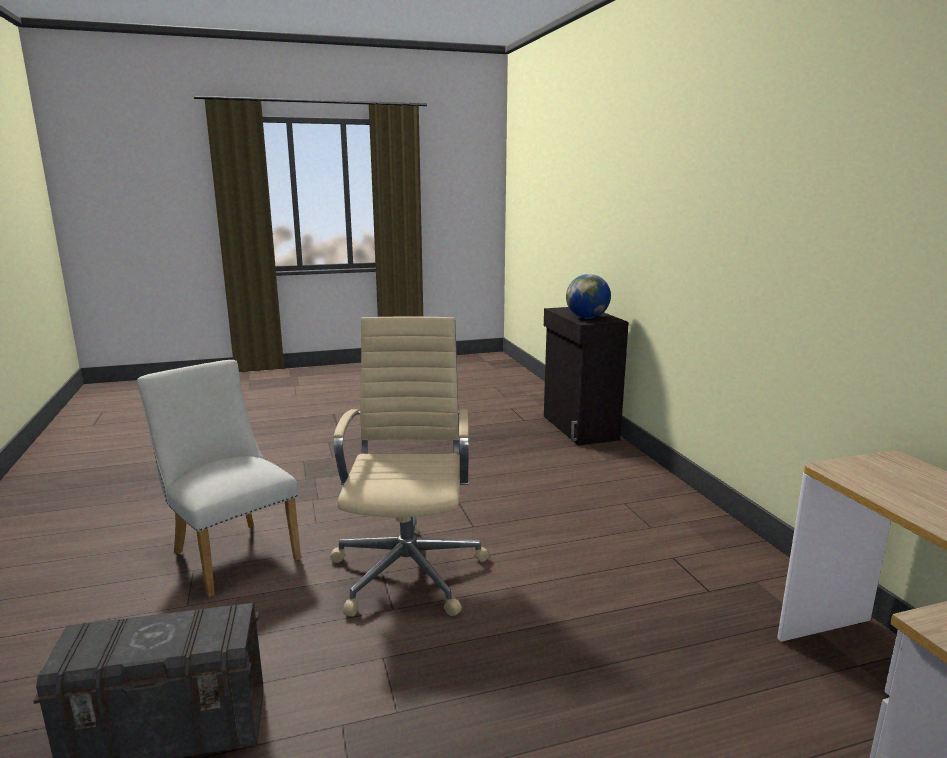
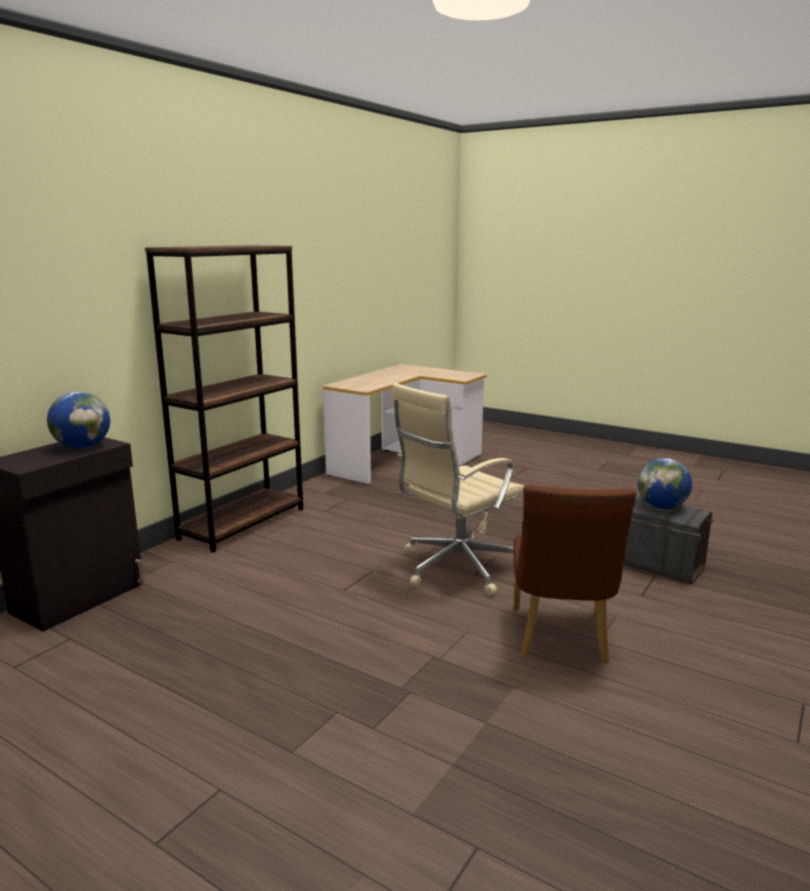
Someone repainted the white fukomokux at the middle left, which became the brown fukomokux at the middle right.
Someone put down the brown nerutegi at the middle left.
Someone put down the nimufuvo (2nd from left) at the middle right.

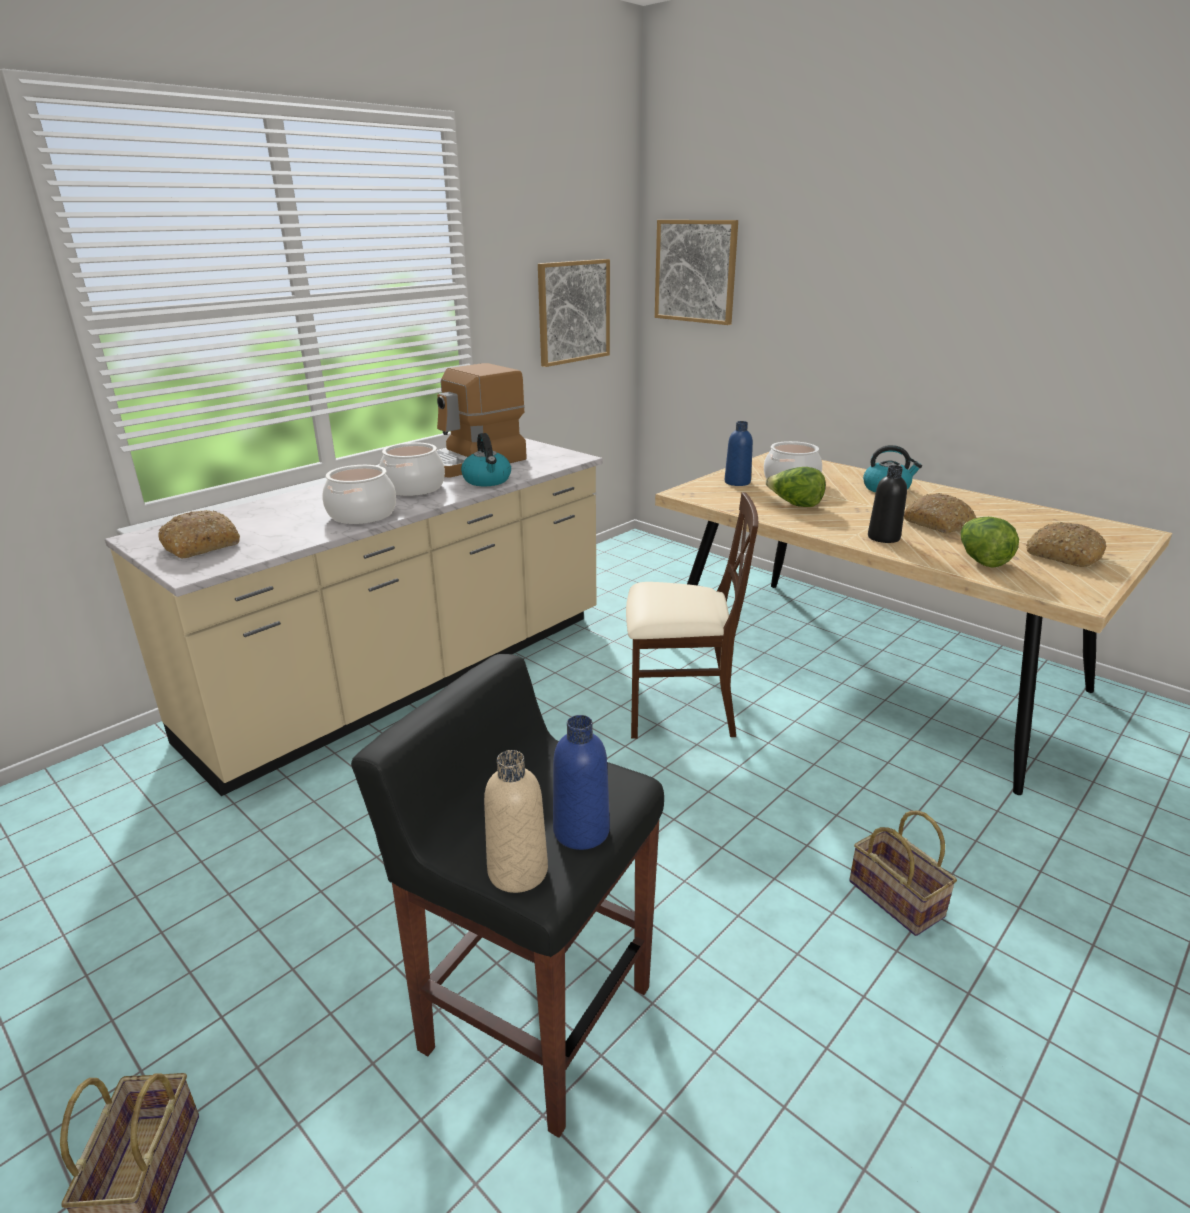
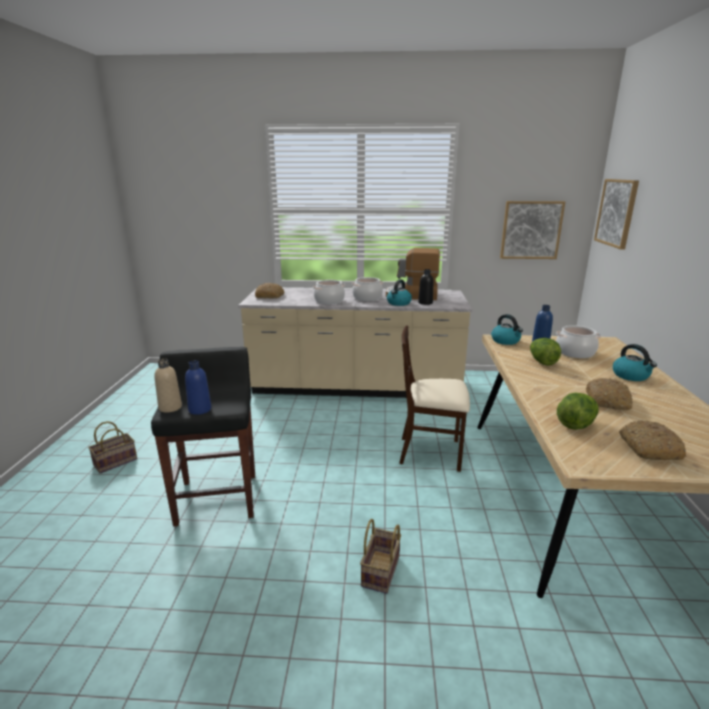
Someone rotated the beige fukomokux at the centre by 135 degrees clockwise.
Someone carried the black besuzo from the middle right to the centre.
Someone put down the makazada (2nd from left) at the middle right.

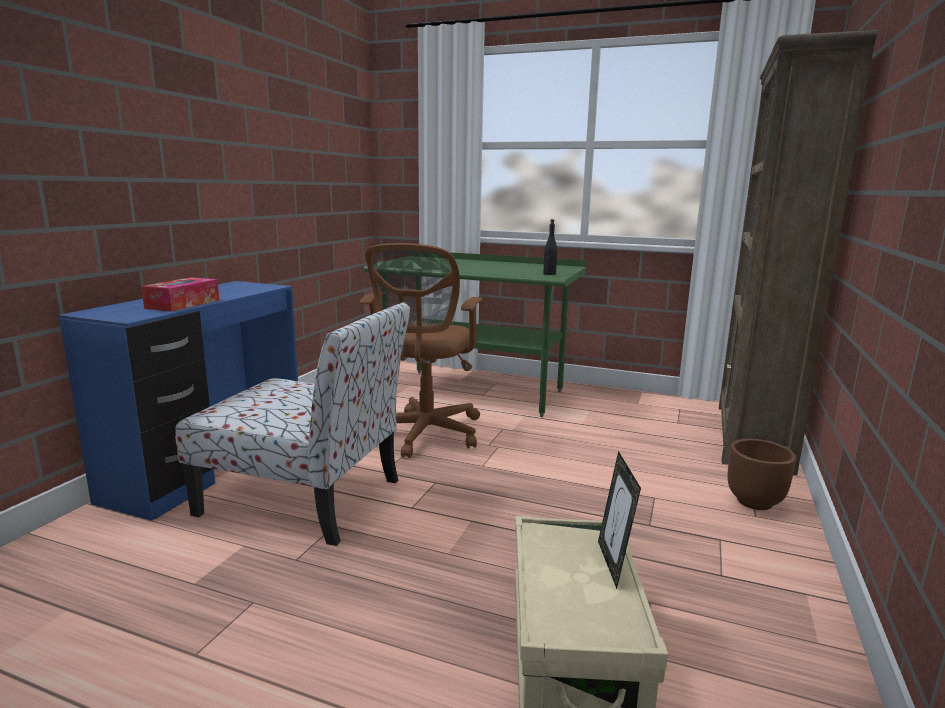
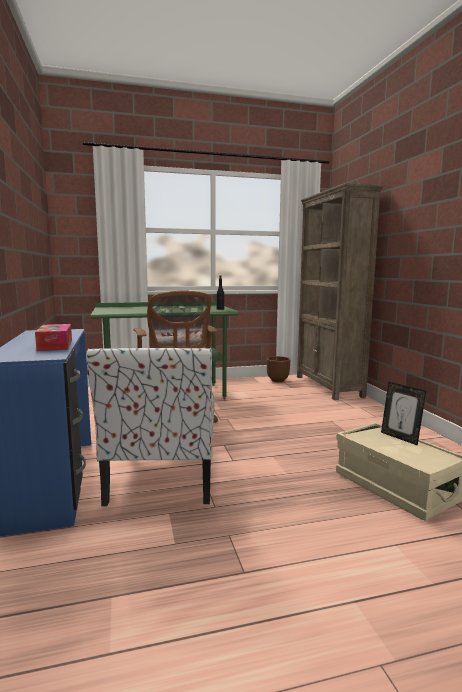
Someone rotated the fukomokux at the middle left by 105 degrees clockwise.
Someone carried the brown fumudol from the bottom right to the centre.

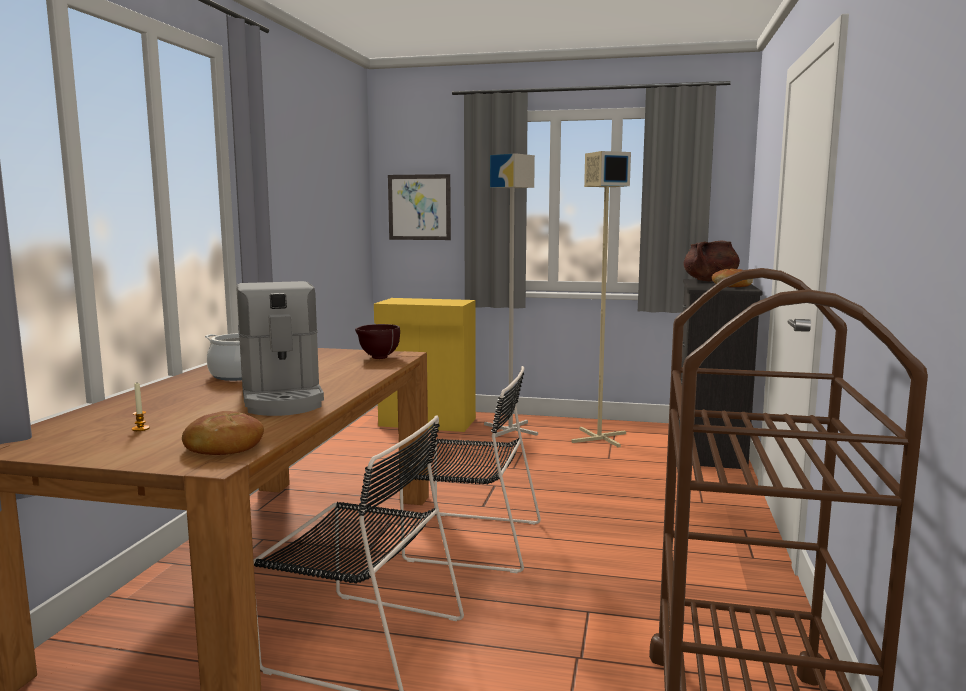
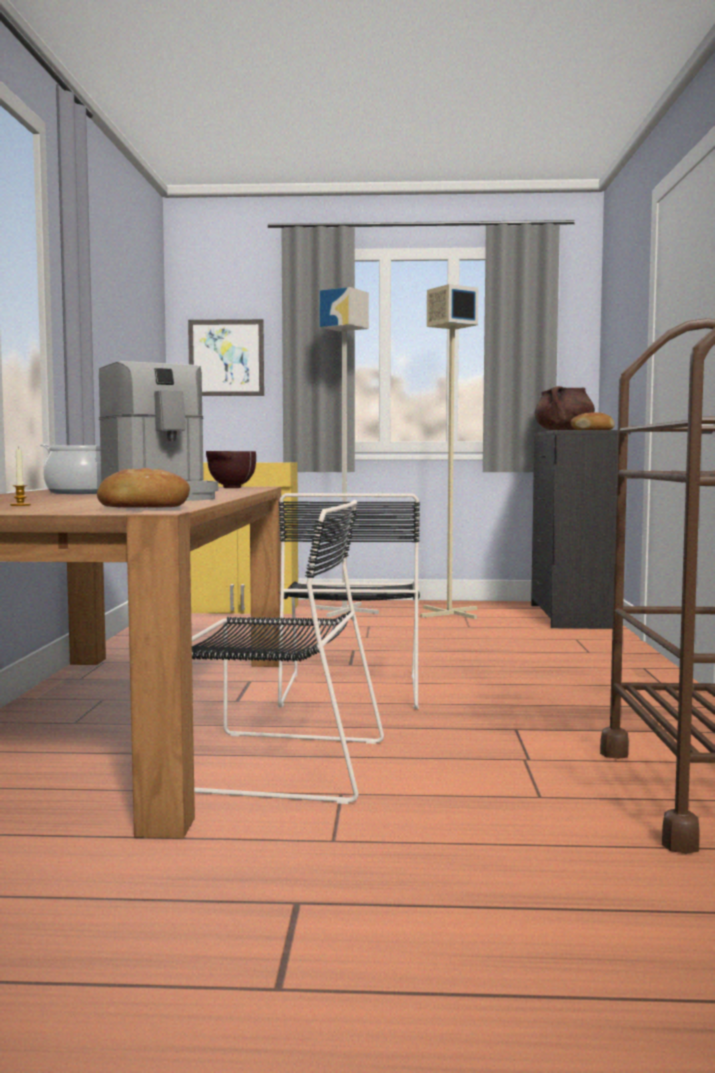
Someone rotated the black fukomokux (2nd from left) at the bottom centre by 90 degrees clockwise.

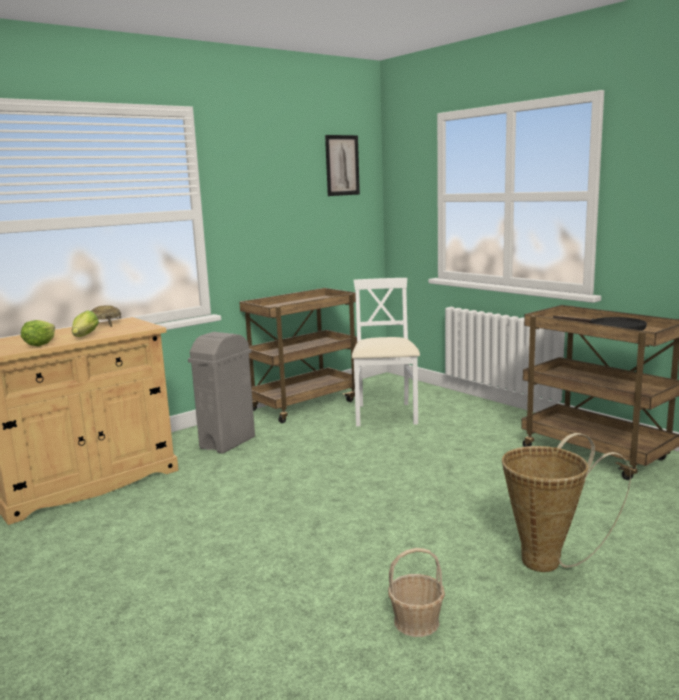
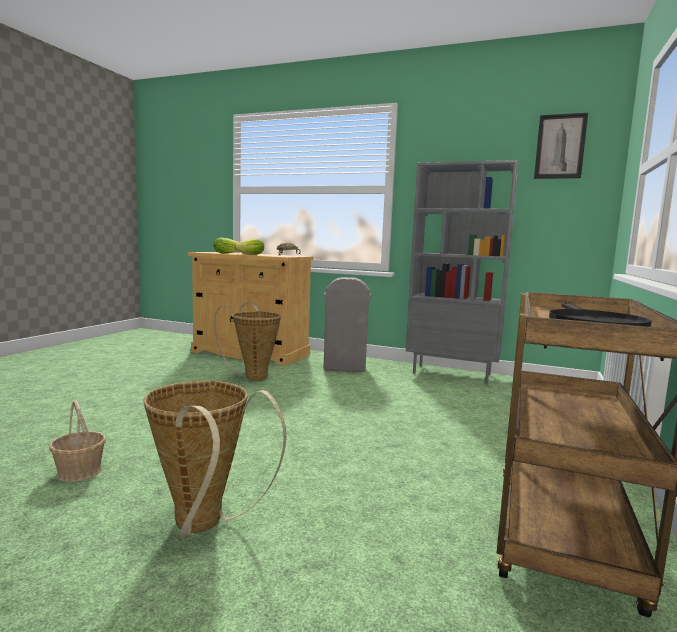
Someone swapped the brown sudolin (1st from left) at the centre for the grey nerutegi at the middle right.
Someone took away the white fukomokux at the centre.
Someone put down the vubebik (3rd from left) at the centre.

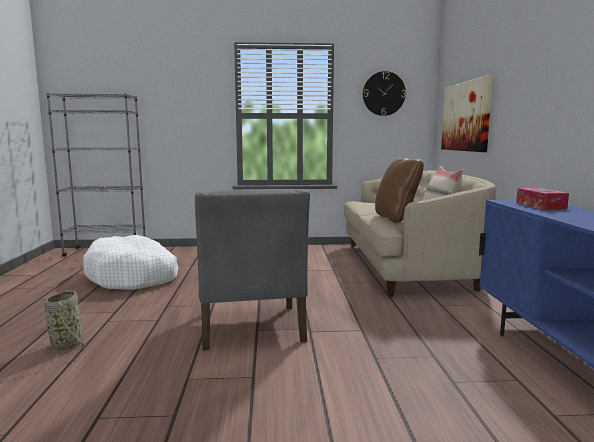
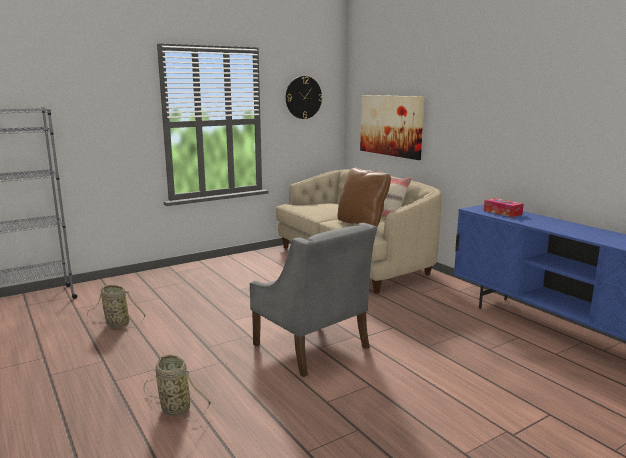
Someone swapped the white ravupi at the middle left for the vubebik (1st from left) at the bottom left.

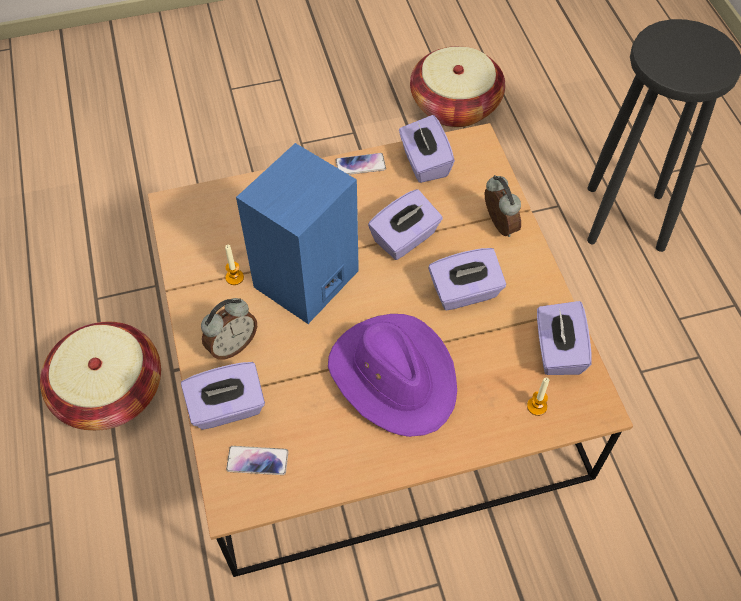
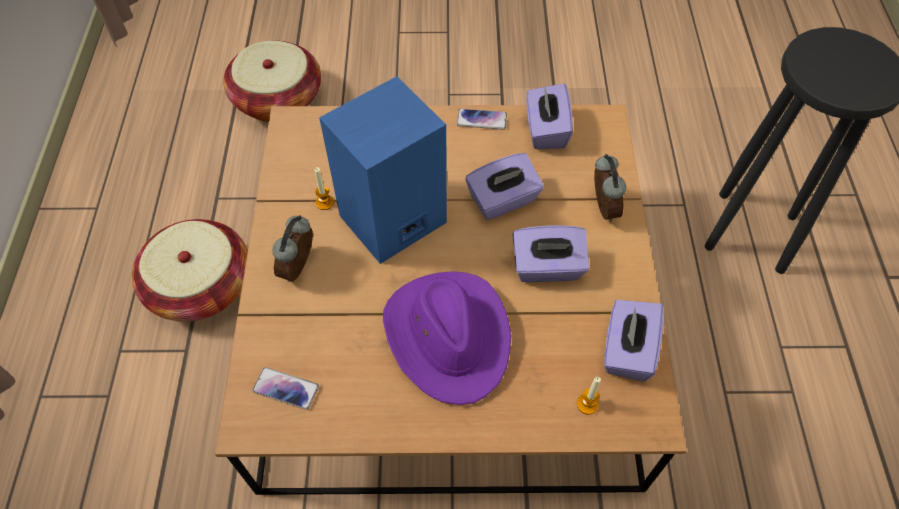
Someone took away the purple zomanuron (1st from left) at the middle left.
Someone rotated the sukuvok (1st from left) at the middle left by 135 degrees clockwise.
Someone carried the vubebik (2nd from left) from the top centre to the top left.

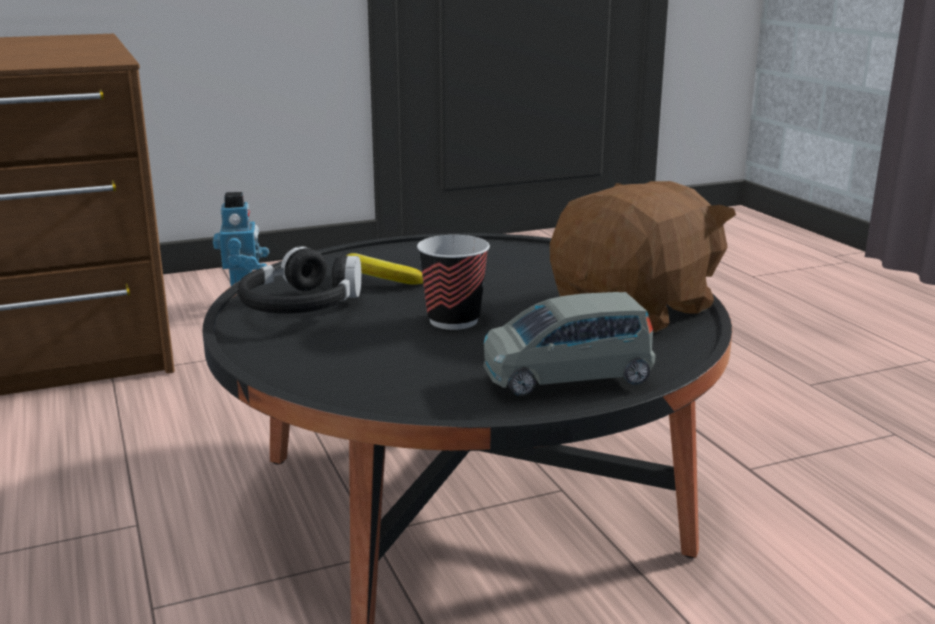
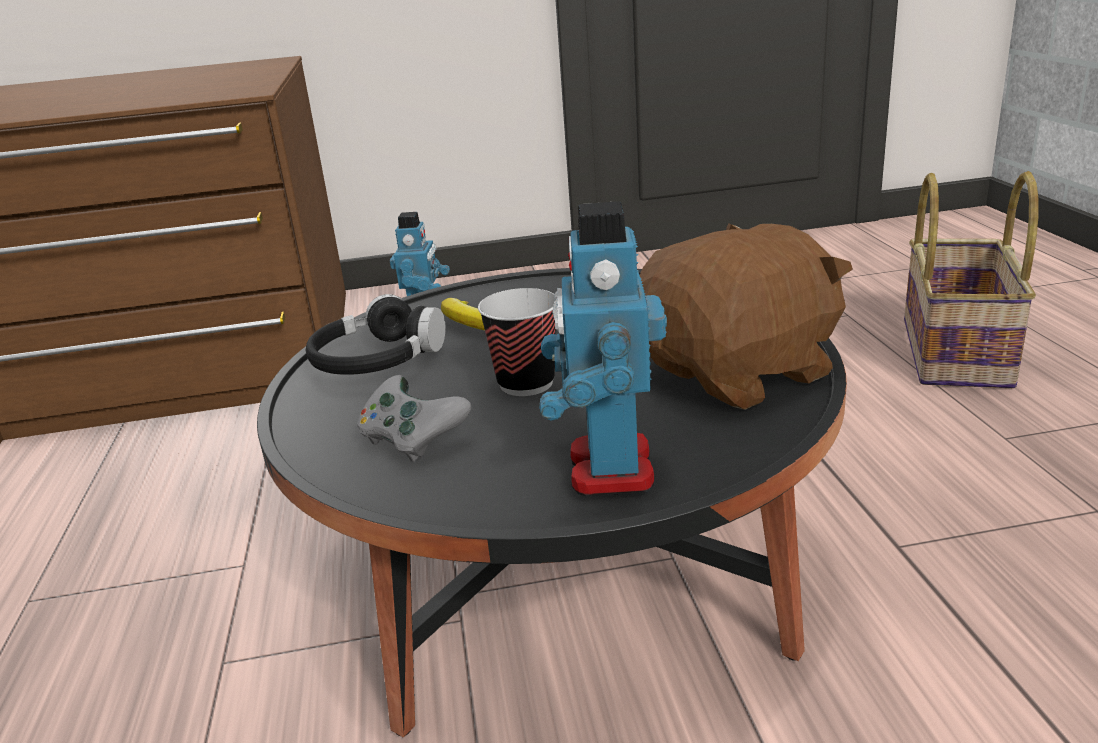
Someone swapped the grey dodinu at the centre for the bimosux (2nd from left) at the centre.
Someone put down the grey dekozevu at the centre.
Someone put down the vubebik at the middle right.

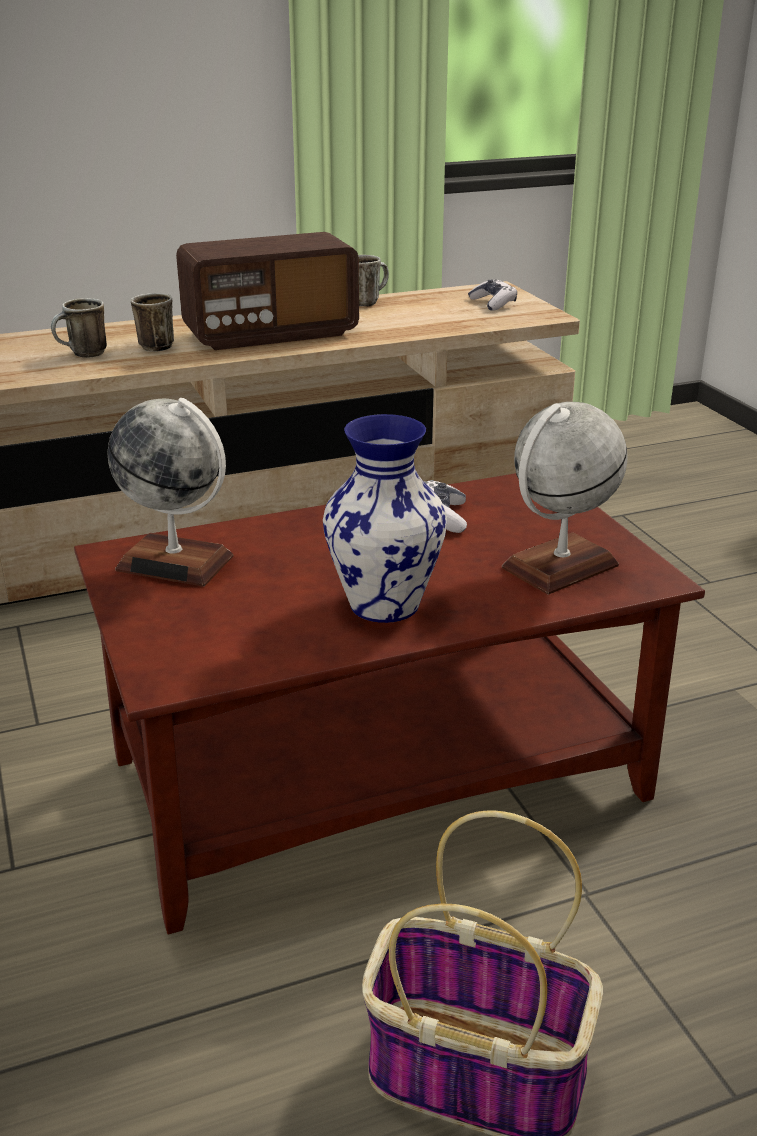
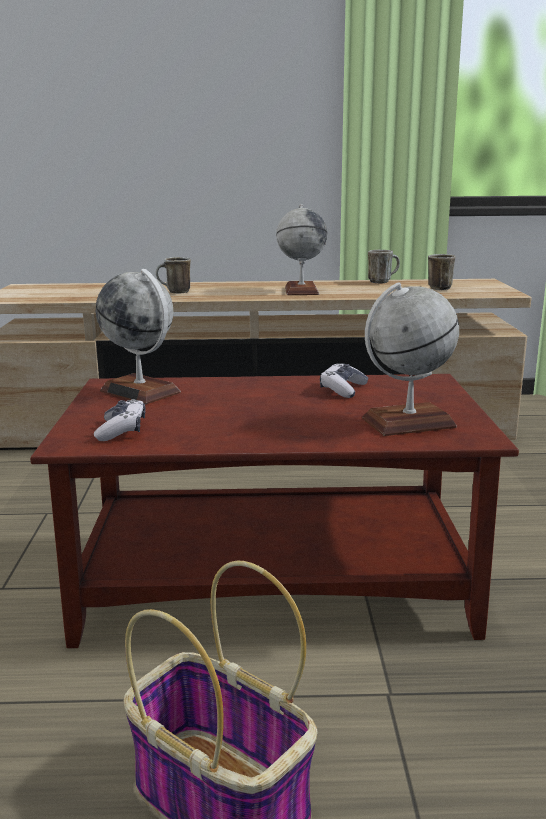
Someone carried the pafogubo (2nd from left in the first image) from the top left to the top right.
Someone swapped the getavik at the top centre for the nimufuvo (2nd from left) at the top centre.
Someone took away the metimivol at the centre.
Someone carried the dekozevu (2nd from left in the first image) from the top centre to the middle left.

